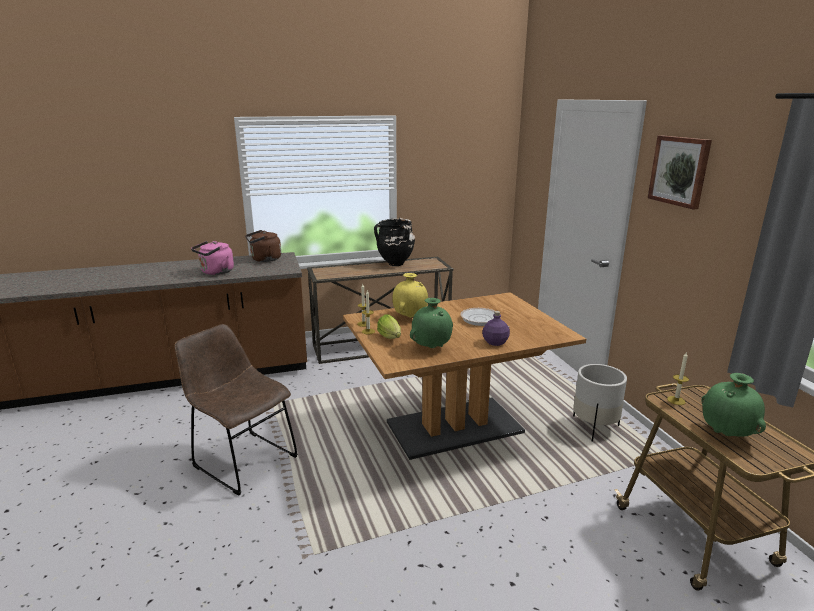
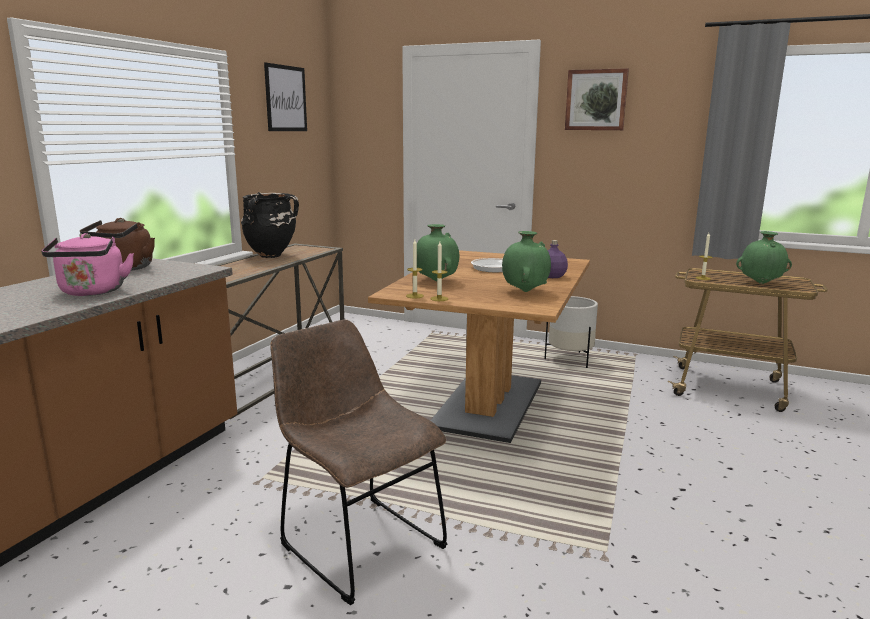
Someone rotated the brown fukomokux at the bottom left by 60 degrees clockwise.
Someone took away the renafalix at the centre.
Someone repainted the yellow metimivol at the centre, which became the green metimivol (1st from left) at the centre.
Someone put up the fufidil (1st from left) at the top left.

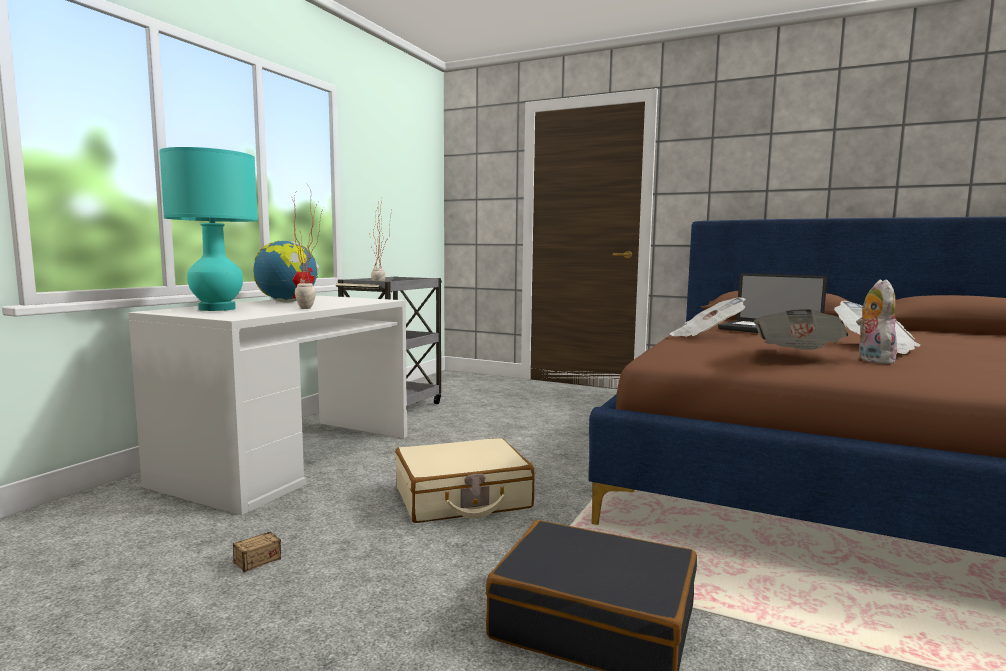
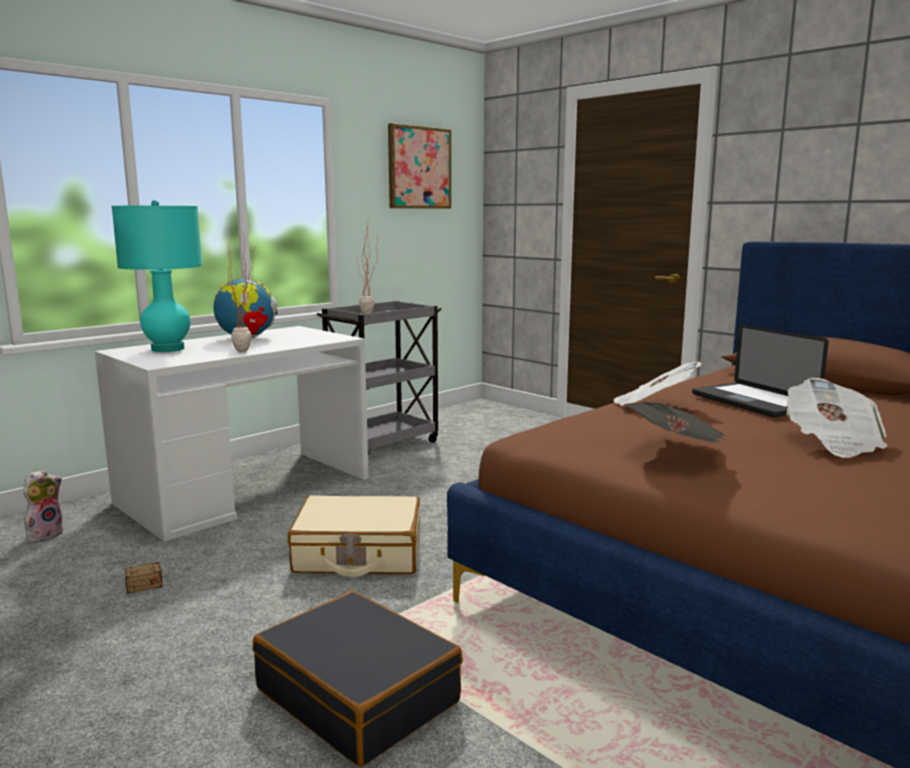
Someone carried the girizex from the middle right to the middle left.
Someone put up the fufidil at the top centre.

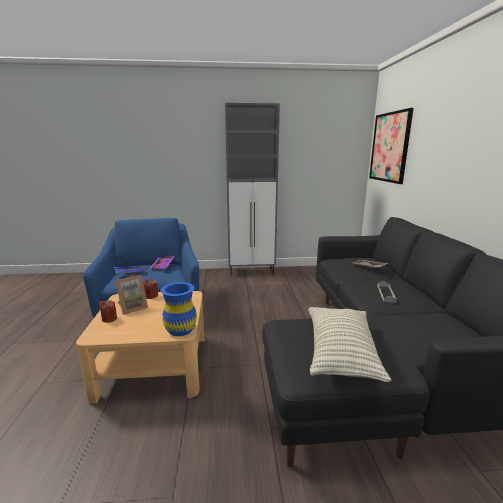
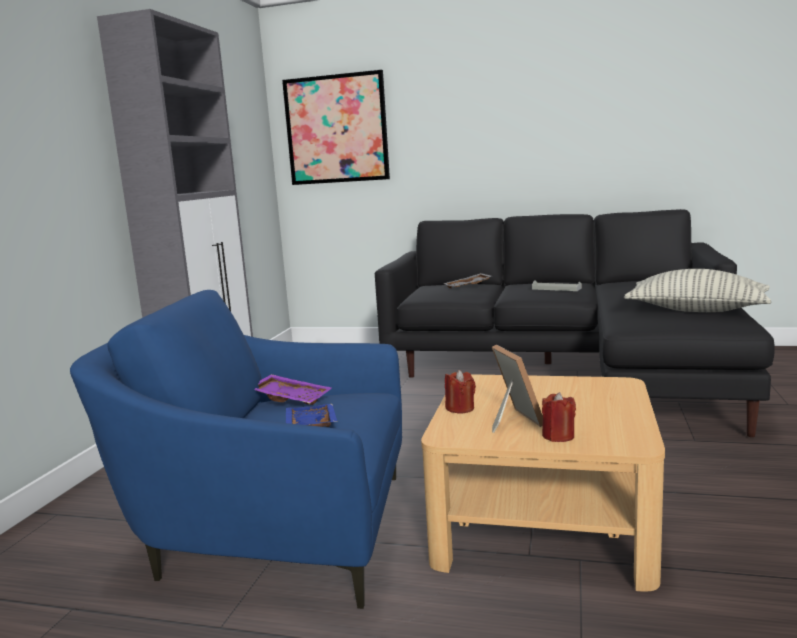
Someone took away the blue metimivol at the centre.

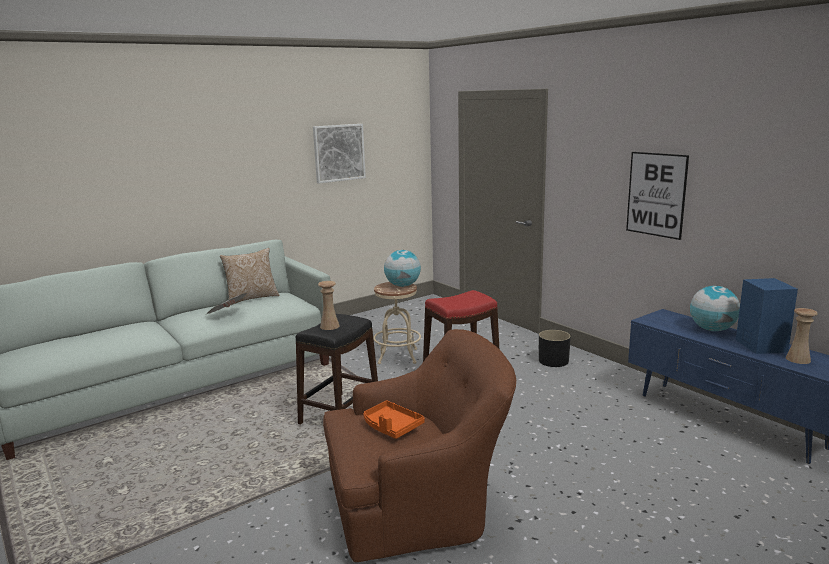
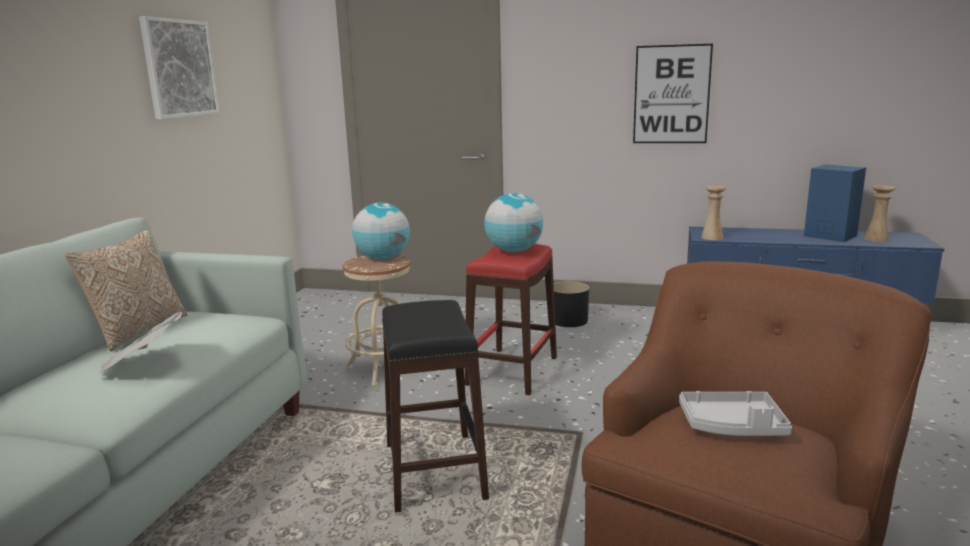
Someone carried the beige metimivol (1st from left) from the centre to the middle right.
Someone repainted the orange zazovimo at the bottom centre, which became the grey zazovimo at the bottom right.
Someone carried the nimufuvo (2nd from left) from the middle right to the centre.

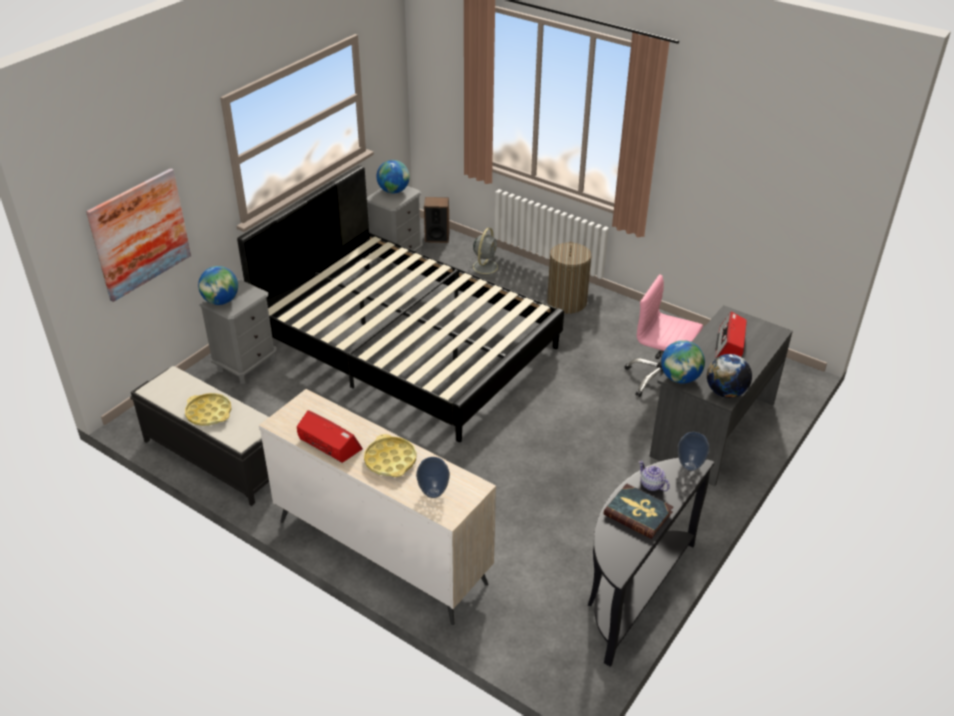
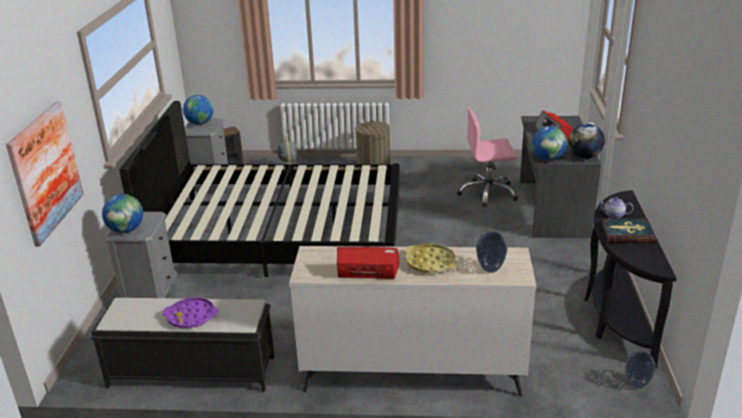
Someone repainted the yellow zazovimo (1st from left) at the middle left, which became the purple zazovimo at the bottom left.
Someone carried the metimivol (2nd from left) from the middle right to the bottom right.

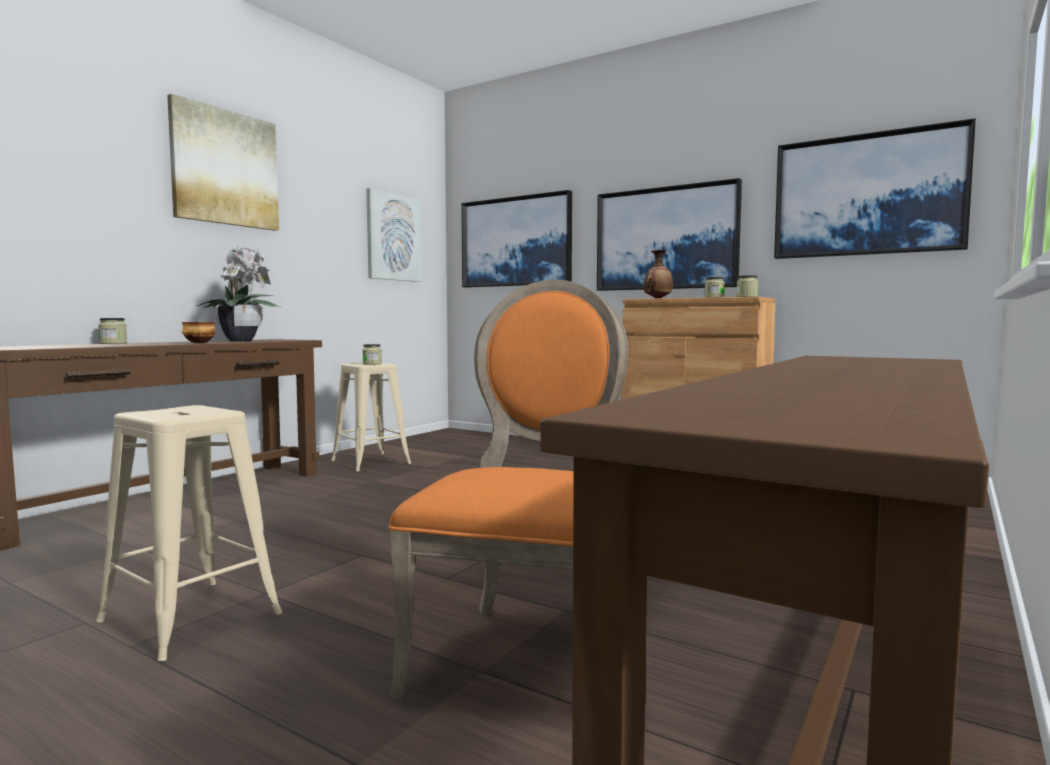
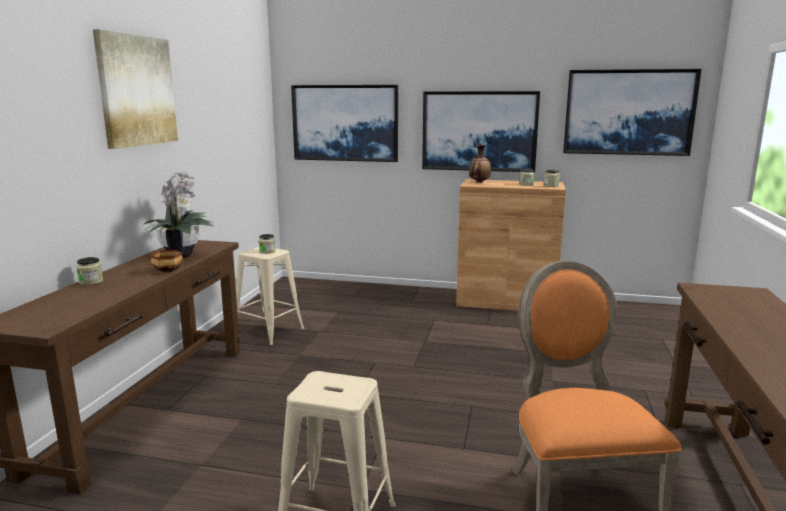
Someone took away the fufidil (2nd from left) at the top centre.

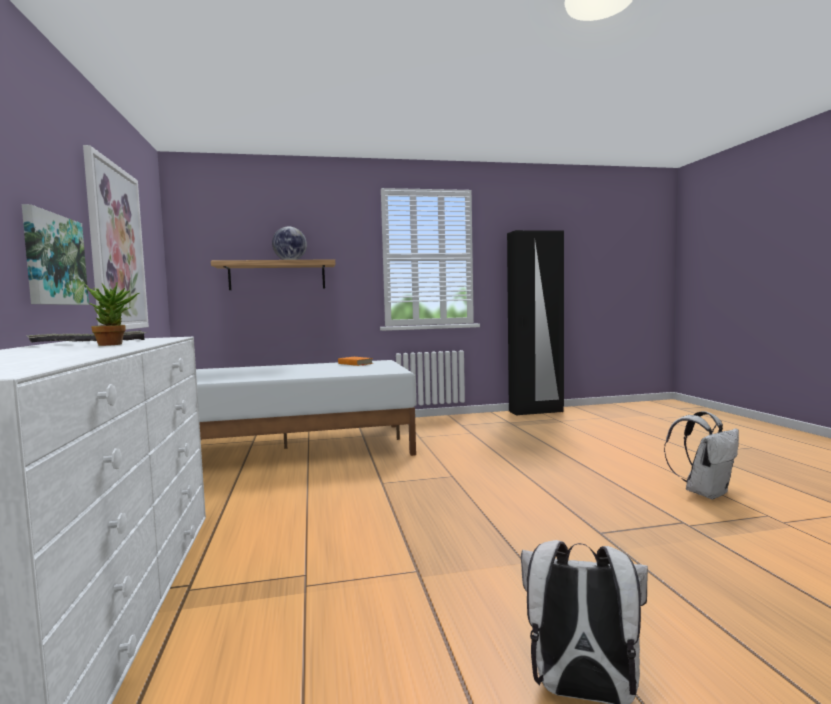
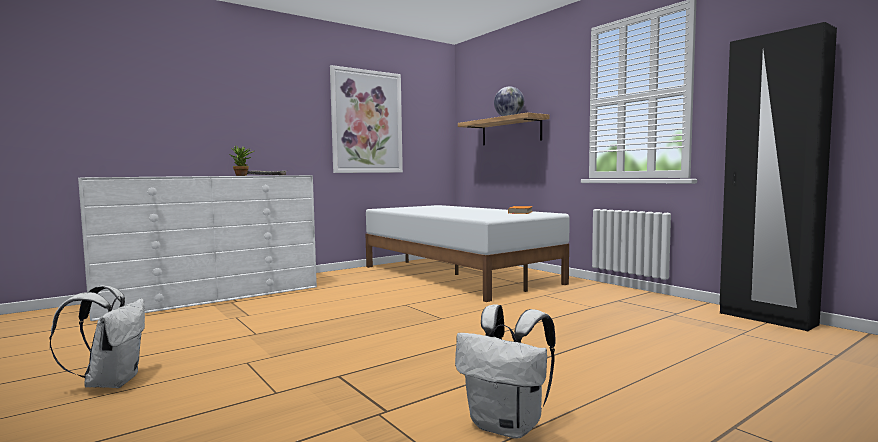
Someone took away the fufidil (1st from left) at the middle left.

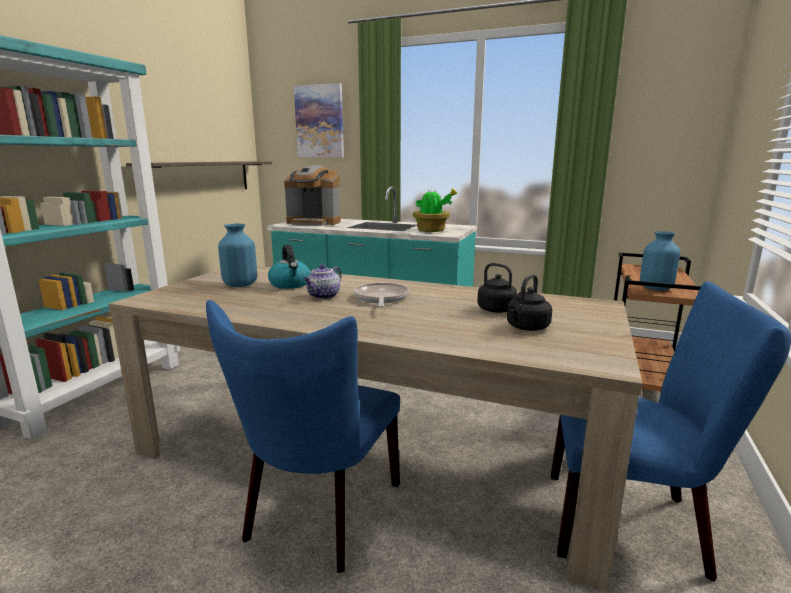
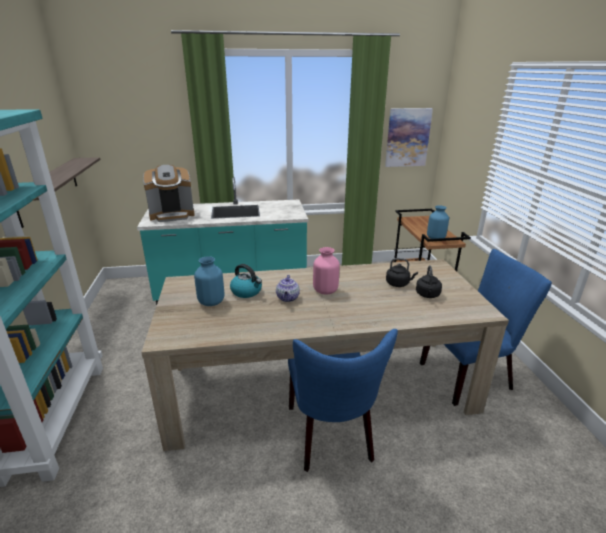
Someone carried the fufidil from the top centre to the top right.
Someone swapped the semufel at the centre for the pink metimivol at the centre.
Someone took away the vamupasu at the centre.

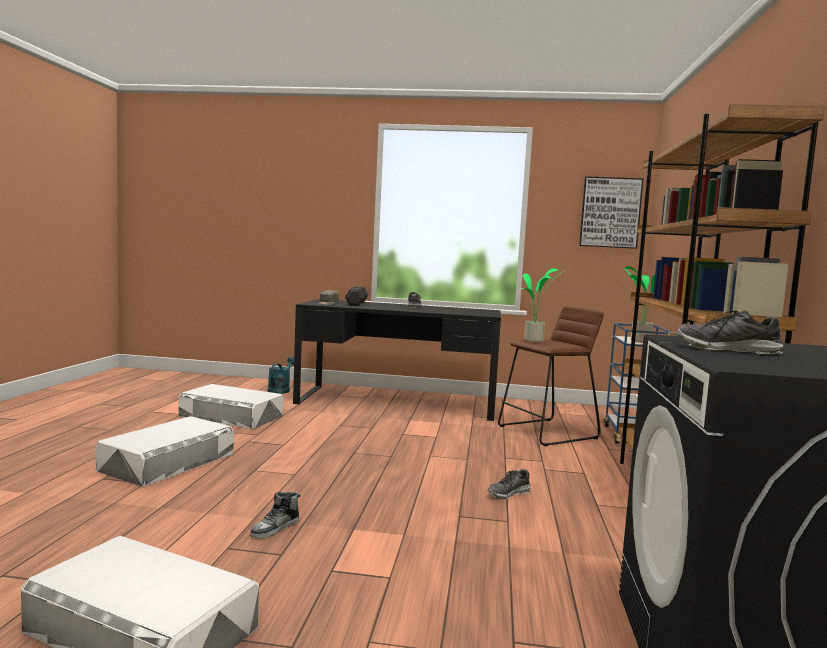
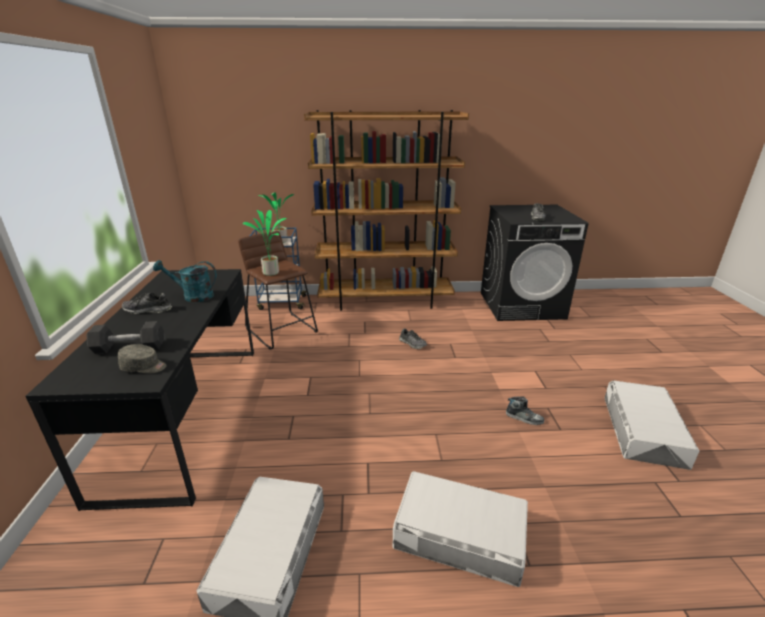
Someone carried the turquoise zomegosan from the centre to the middle left.
Someone took away the fufidil at the top right.

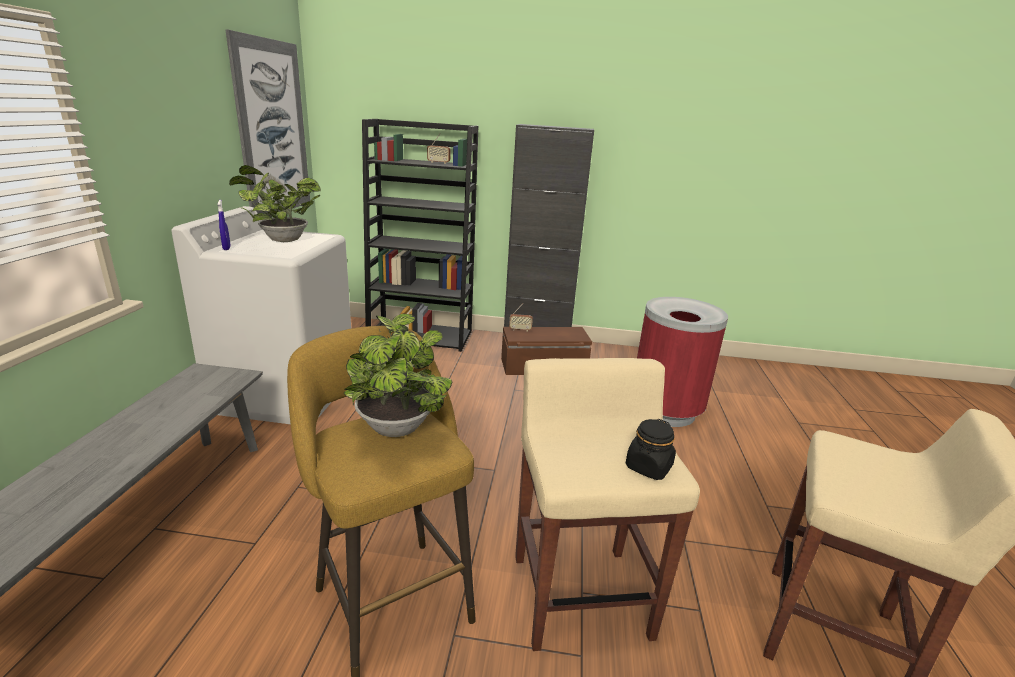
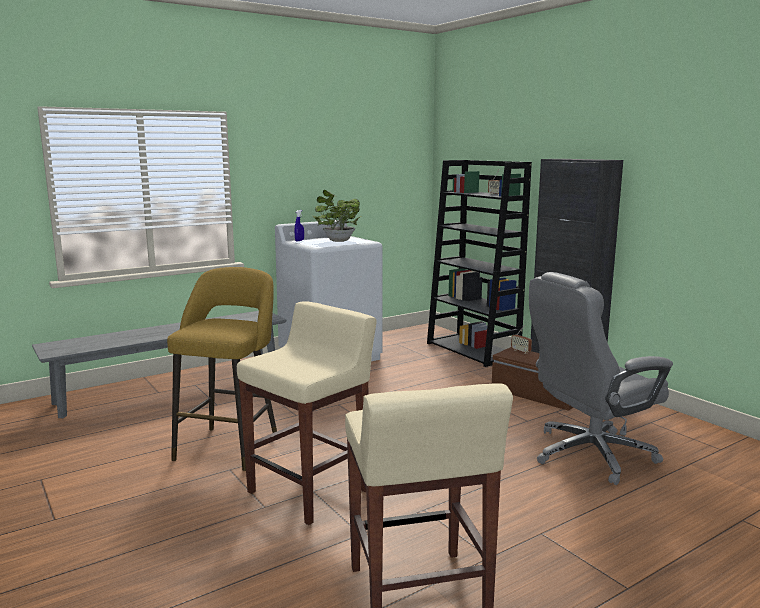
Someone took away the fufidil at the top left.
Someone took away the vamupasu (2nd from left) at the centre.
Someone took away the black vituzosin at the centre.
Someone swapped the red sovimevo at the middle right for the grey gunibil at the middle right.

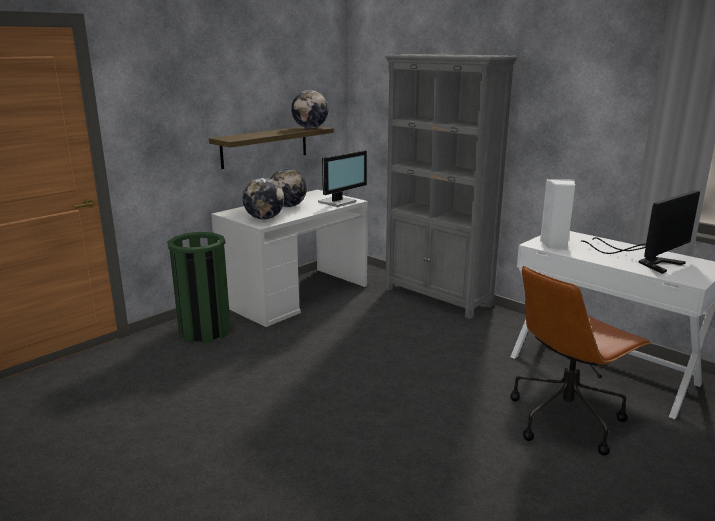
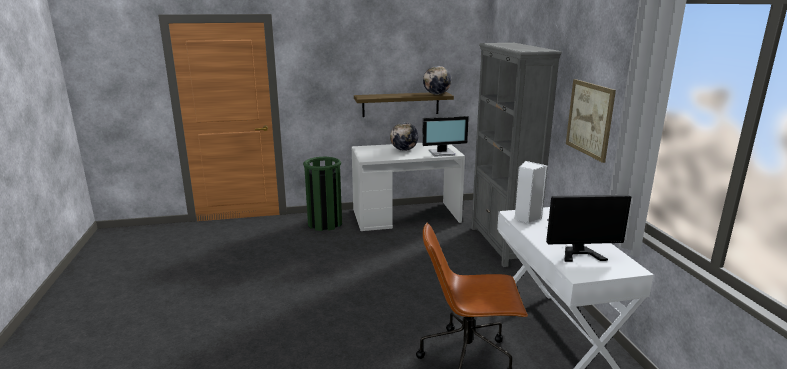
Someone took away the nimufuvo (1st from left) at the centre.
Someone put up the fufidil at the top right.

